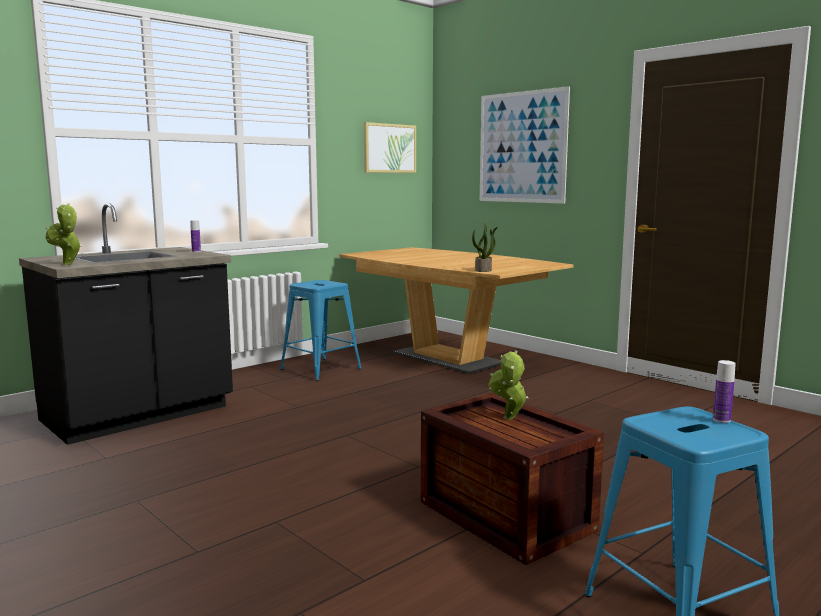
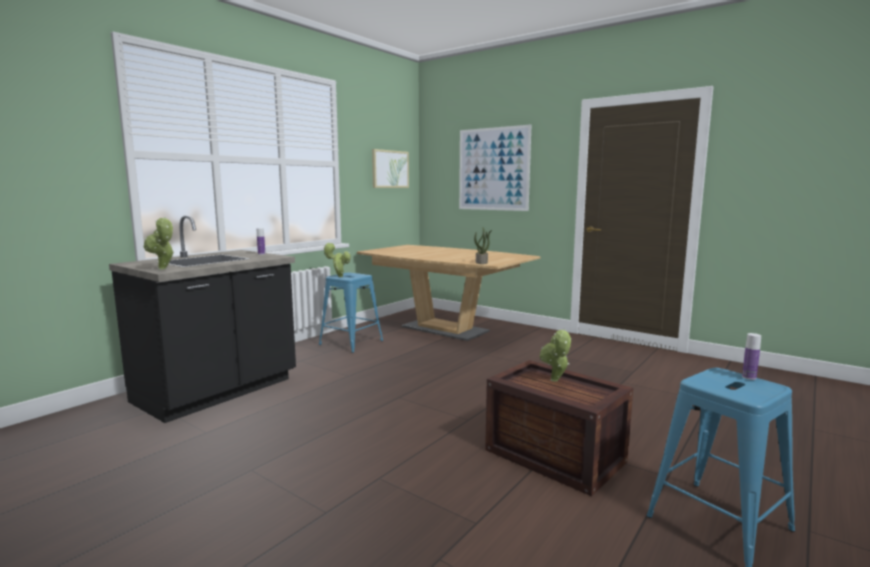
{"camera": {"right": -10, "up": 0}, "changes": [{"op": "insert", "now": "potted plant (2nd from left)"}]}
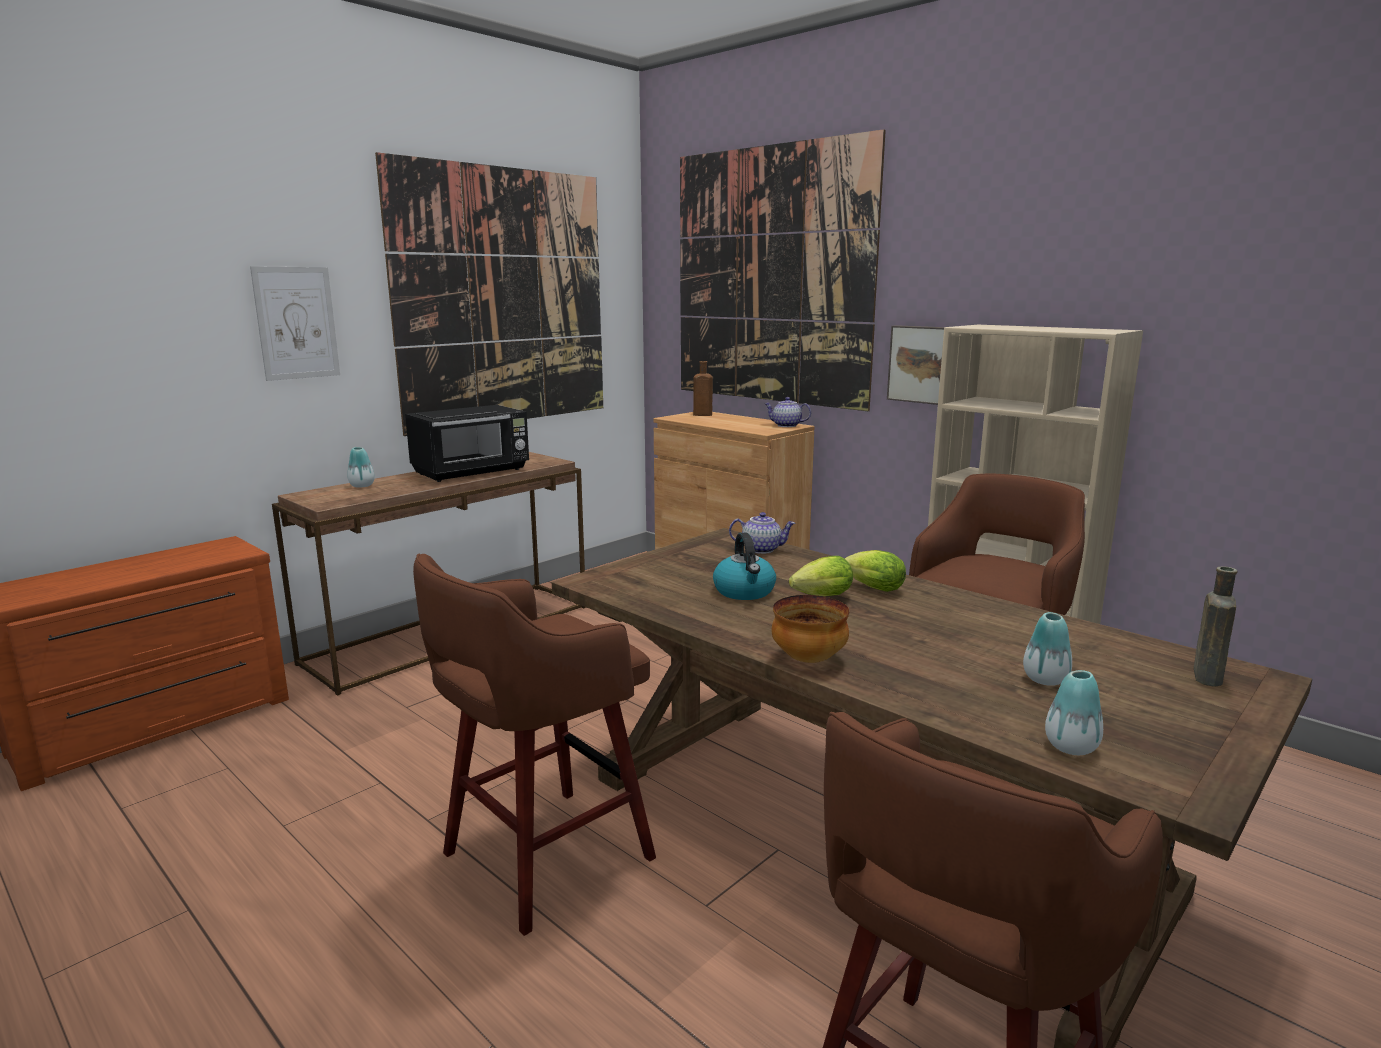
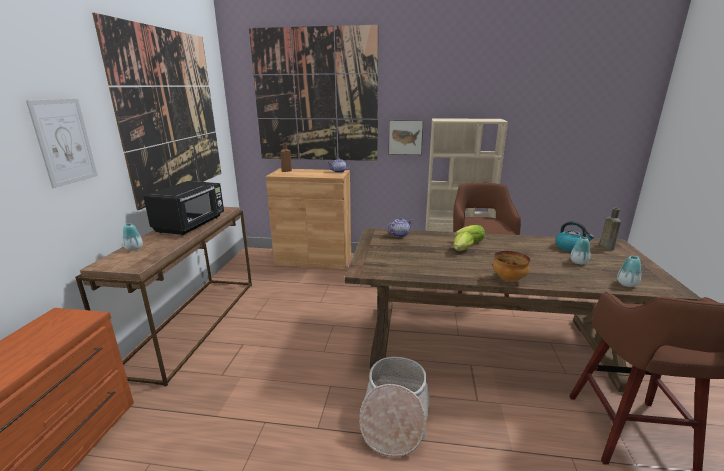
{"camera": {"right": -35, "up": 5}, "changes": [{"op": "move", "was": "water kettle"}, {"op": "replace", "was": "brownish stool seat (1st from left)", "now": "household basket"}]}
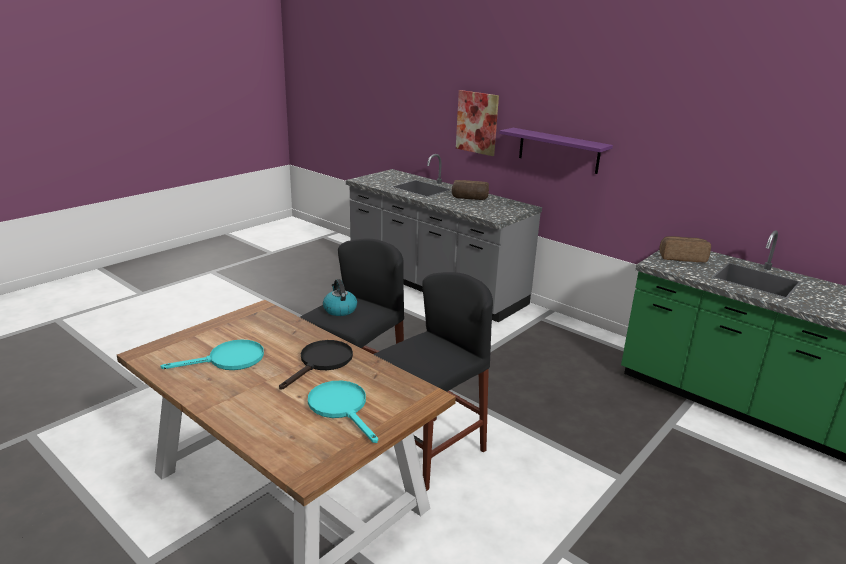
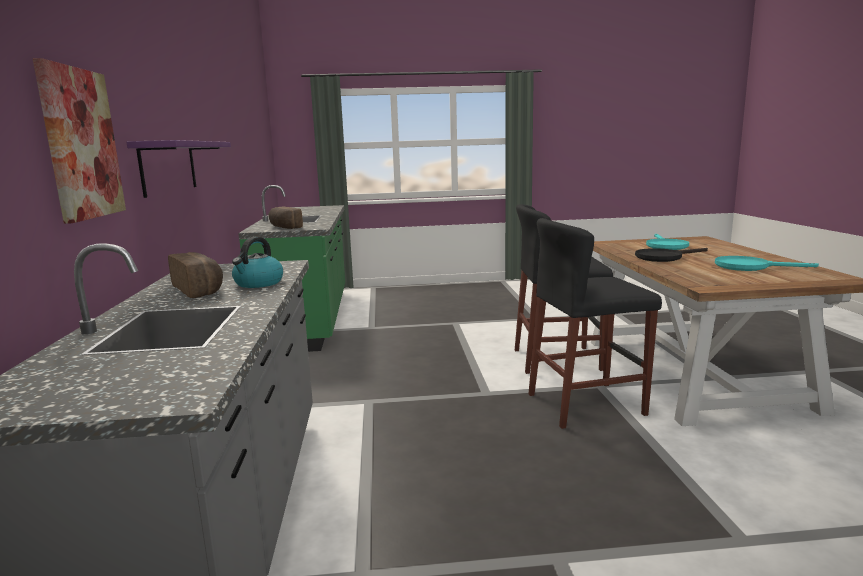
{"camera": {"right": -135, "up": -10}, "changes": [{"op": "move", "was": "water kettle"}]}
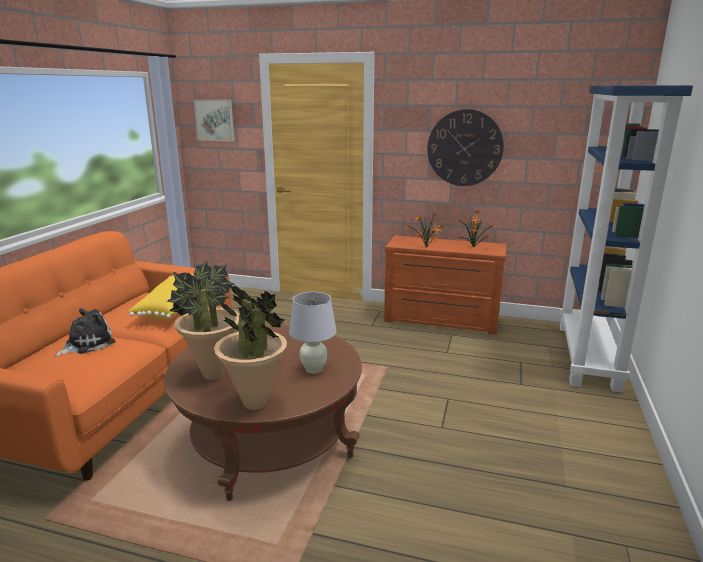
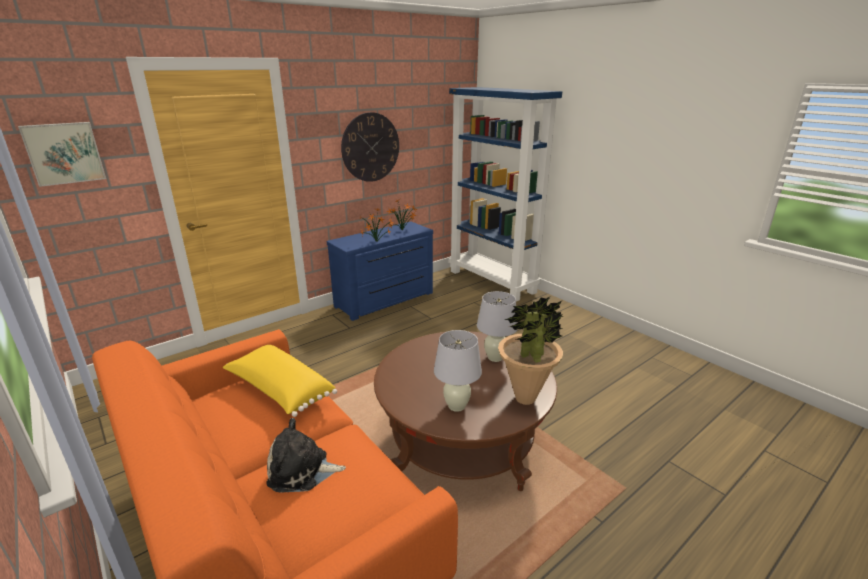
{"camera": {"right": -55, "up": 5}, "changes": [{"op": "recolor", "was": "brownish dresser", "now": "blue dresser"}, {"op": "replace", "was": "potted plant (1st from left)", "now": "white lamp for a table (1st from left)"}, {"op": "rotate", "was": "cuddly toy", "clockwise": -75}]}
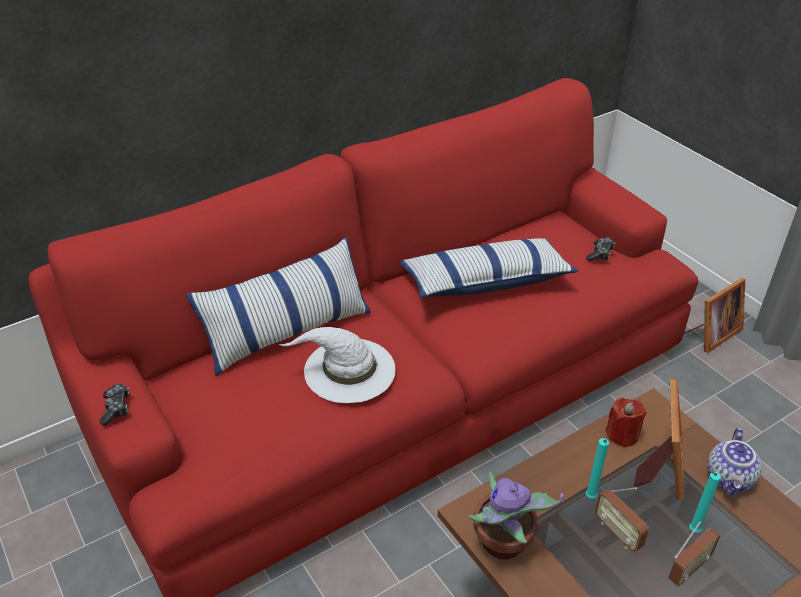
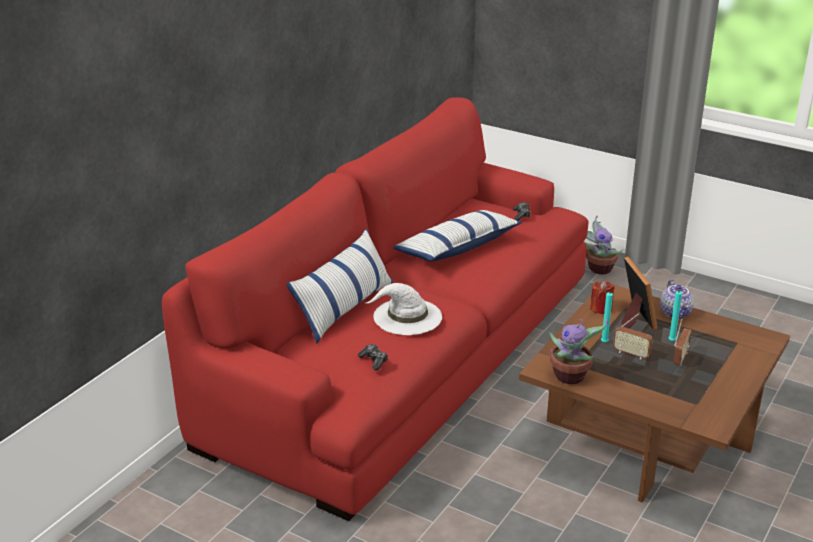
{"camera": {"right": -25, "up": -10}, "changes": [{"op": "replace", "was": "standing frame (2nd from left)", "now": "potted plant (2nd from left)"}, {"op": "move", "was": "joypad (1st from left)"}]}
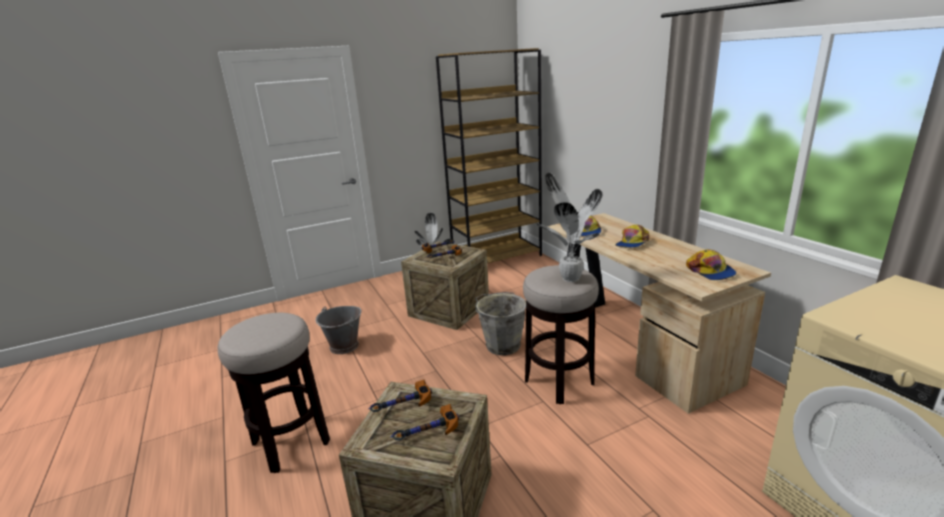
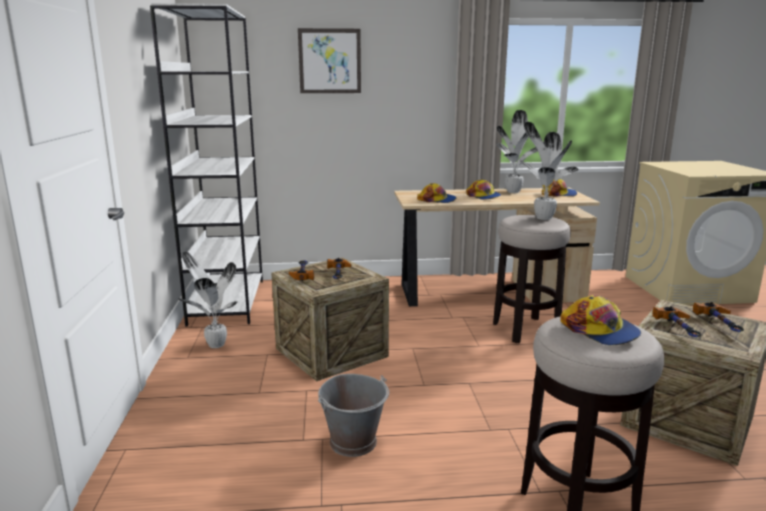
{"camera": {"right": -70, "up": -5}, "changes": [{"op": "recolor", "was": "brownish shelving unit", "now": "white shelving unit"}, {"op": "delete", "was": "grey pail (2nd from left)"}, {"op": "insert", "now": "wall art"}, {"op": "insert", "now": "potted plant (2nd from left)"}, {"op": "insert", "now": "cap (4th from left)"}]}
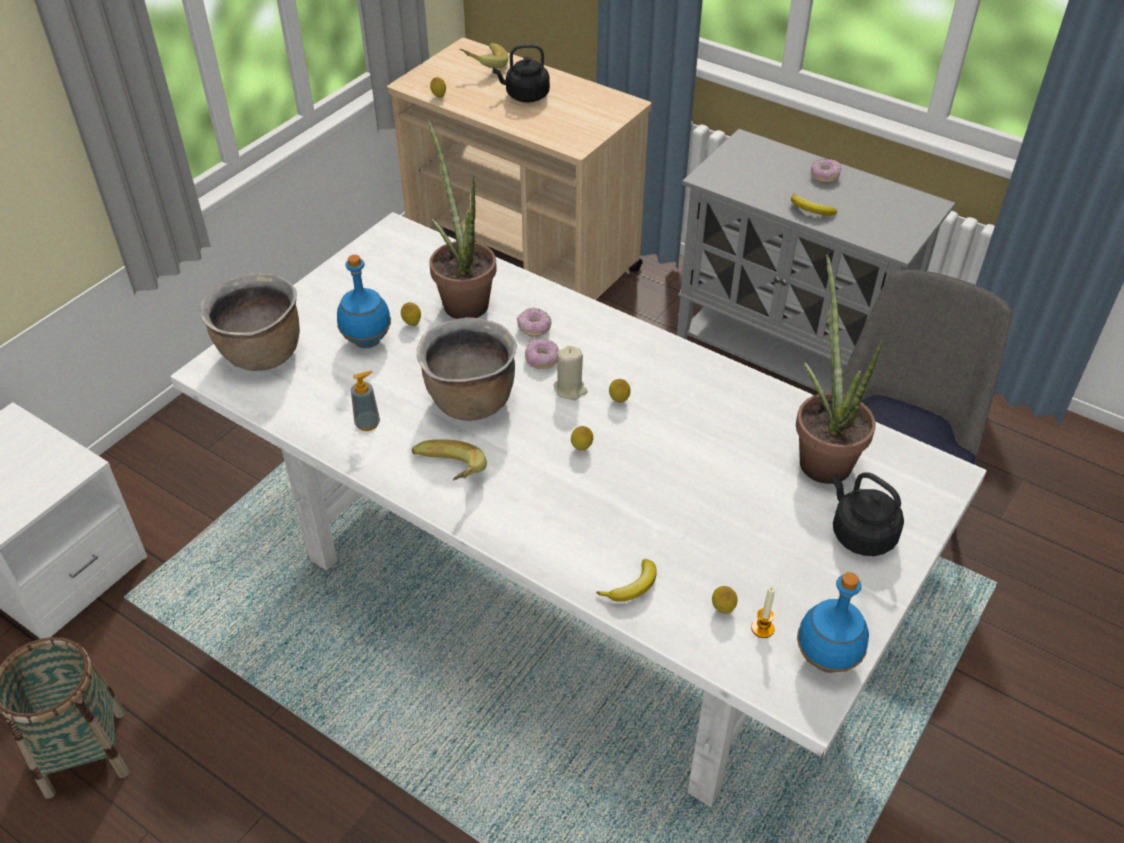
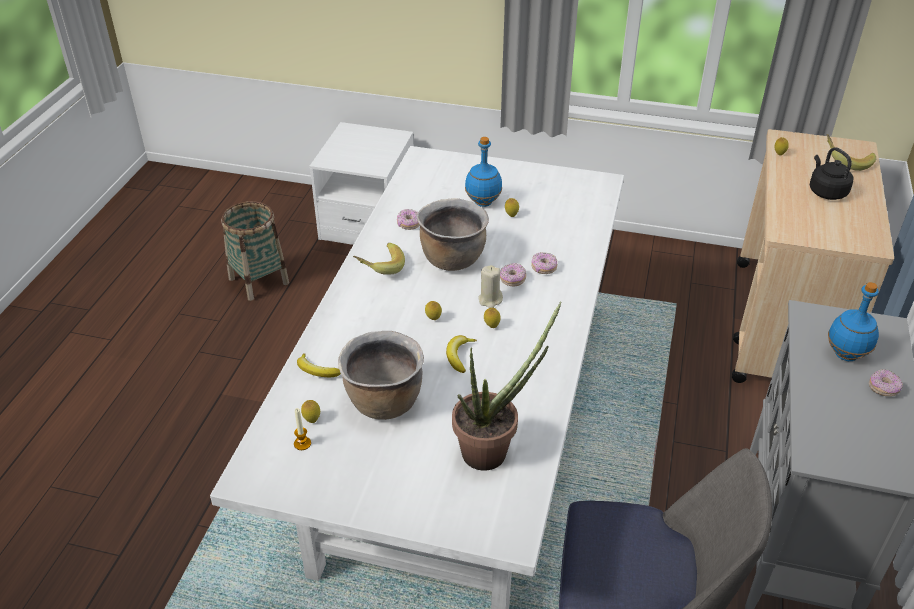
{"camera": {"right": 70, "up": -5}, "changes": [{"op": "delete", "was": "potted plant (1st from left)"}, {"op": "move", "was": "banana (4th from left in the first image)", "now": "banana (3rd from left)"}, {"op": "move", "was": "brownish stockpot (1st from left)"}, {"op": "replace", "was": "soap bottle", "now": "doughnut (1st from left)"}, {"op": "delete", "was": "black water kettle (2nd from left)"}, {"op": "move", "was": "blue bottle (2nd from left)"}]}
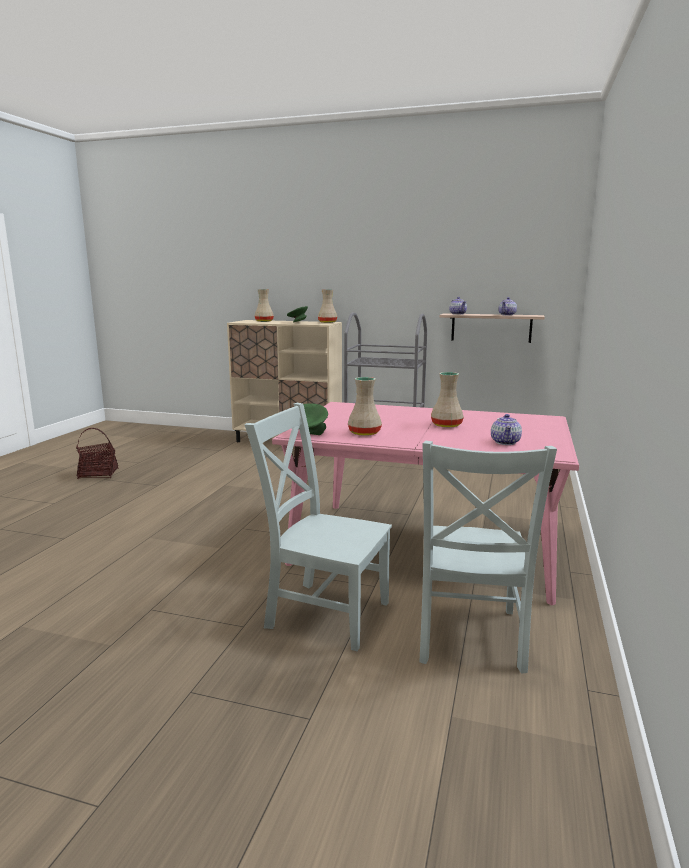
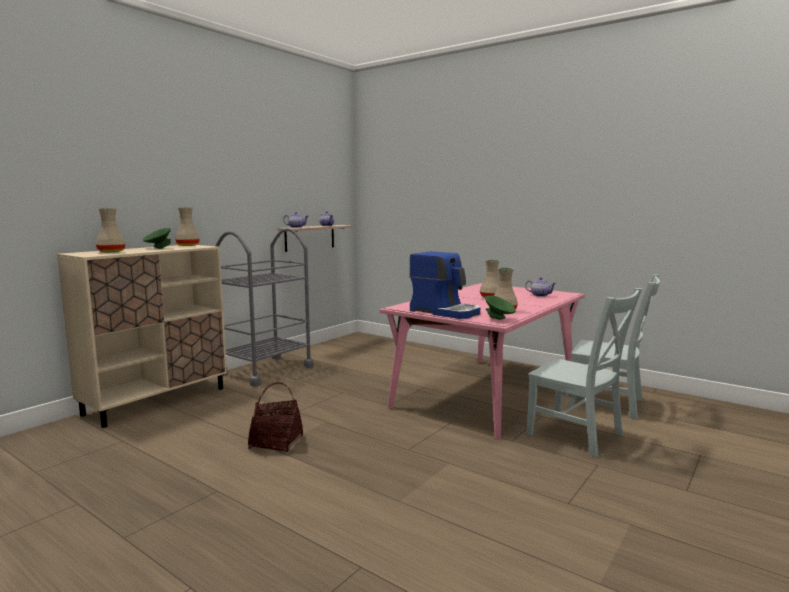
{"camera": {"right": -70, "up": -5}, "changes": [{"op": "rotate", "was": "grey plain chair (1st from left)", "clockwise": -90}, {"op": "move", "was": "household basket"}, {"op": "insert", "now": "coffee machine"}]}
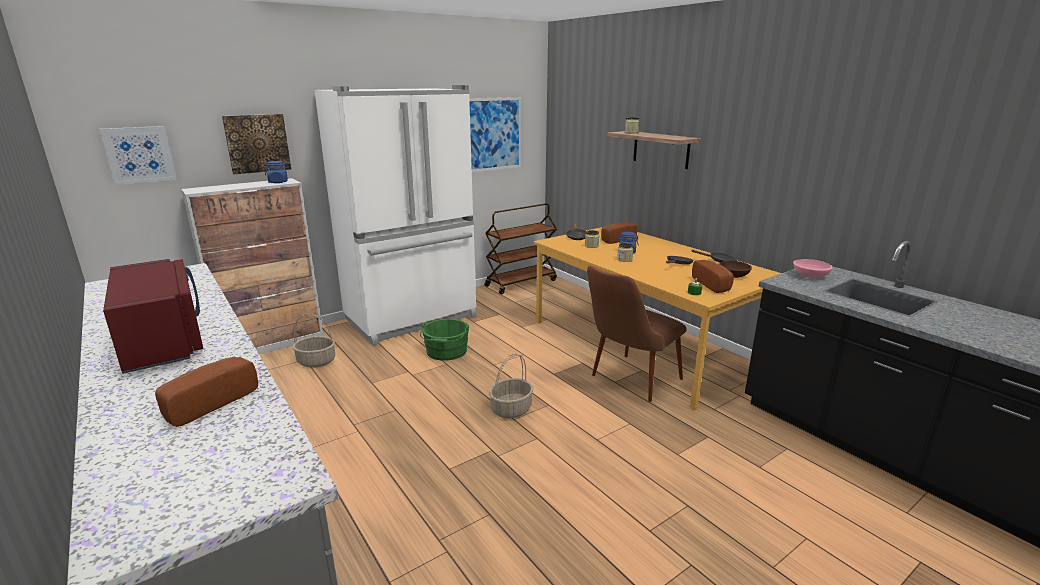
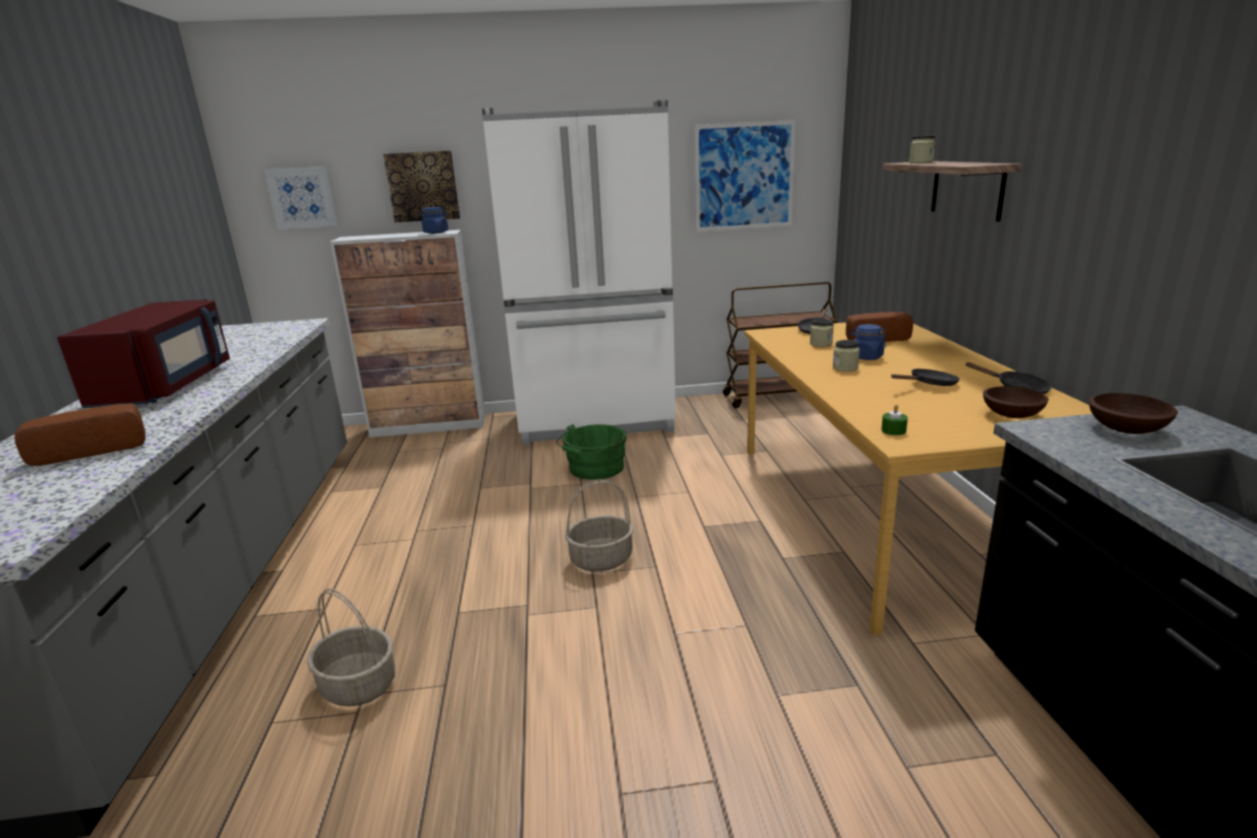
{"camera": {"right": 30, "up": 0}, "changes": [{"op": "recolor", "was": "pink bowl", "now": "brownish bowl (2nd from left)"}, {"op": "delete", "was": "baked bread (3rd from left)"}, {"op": "delete", "was": "brownish plain chair"}, {"op": "move", "was": "household basket (1st from left)"}]}
